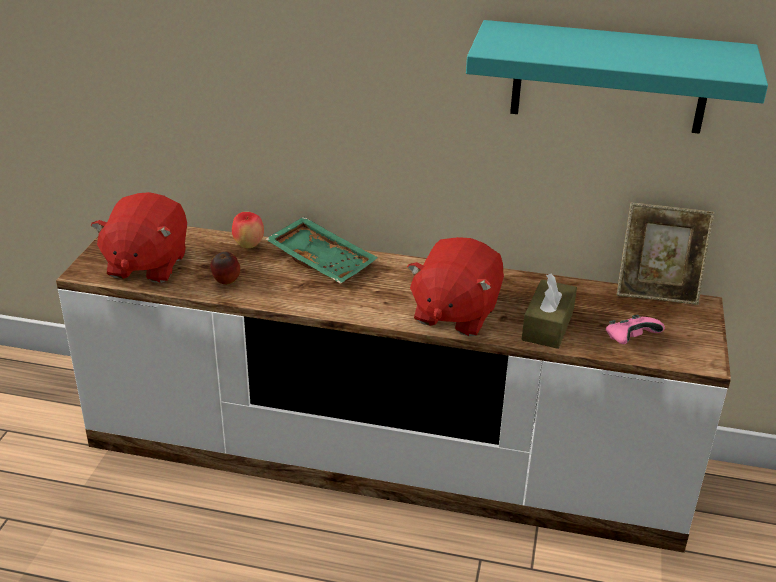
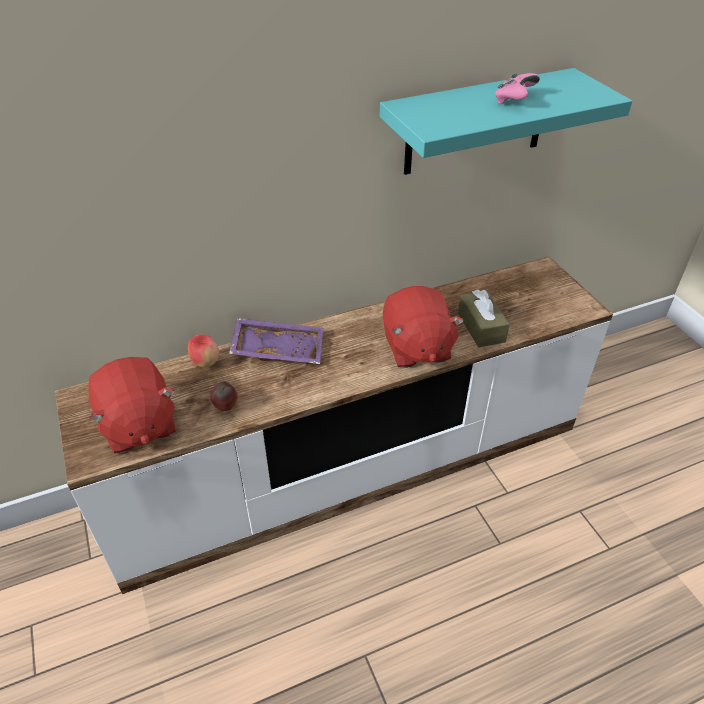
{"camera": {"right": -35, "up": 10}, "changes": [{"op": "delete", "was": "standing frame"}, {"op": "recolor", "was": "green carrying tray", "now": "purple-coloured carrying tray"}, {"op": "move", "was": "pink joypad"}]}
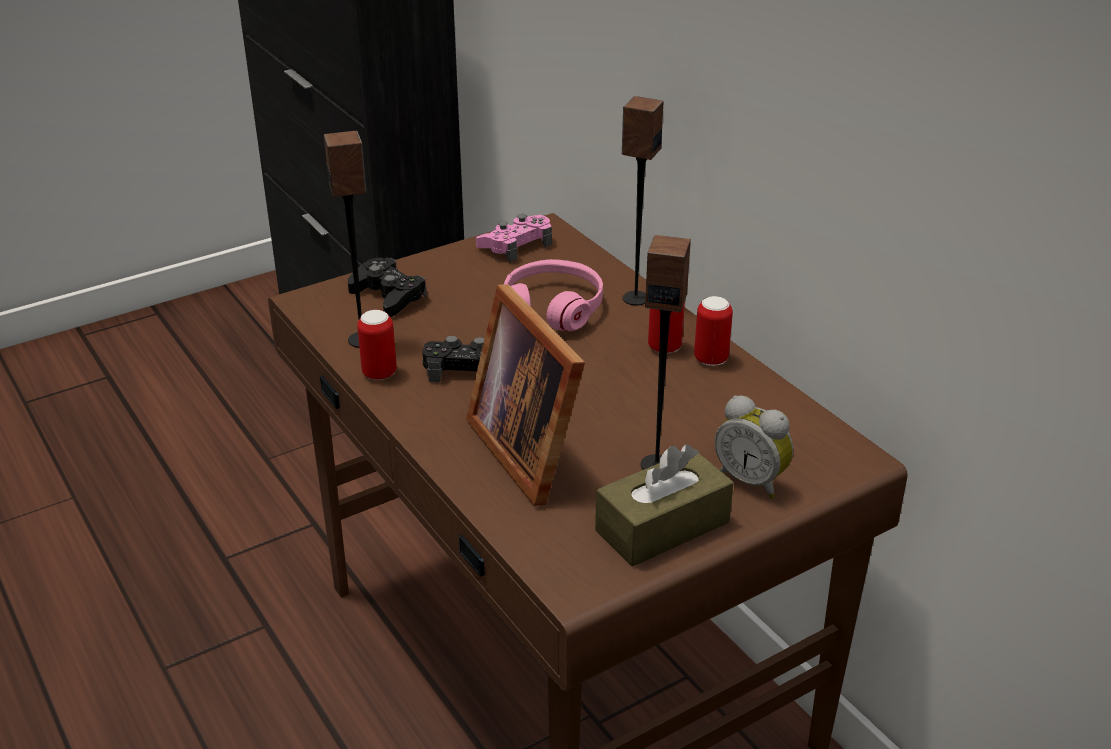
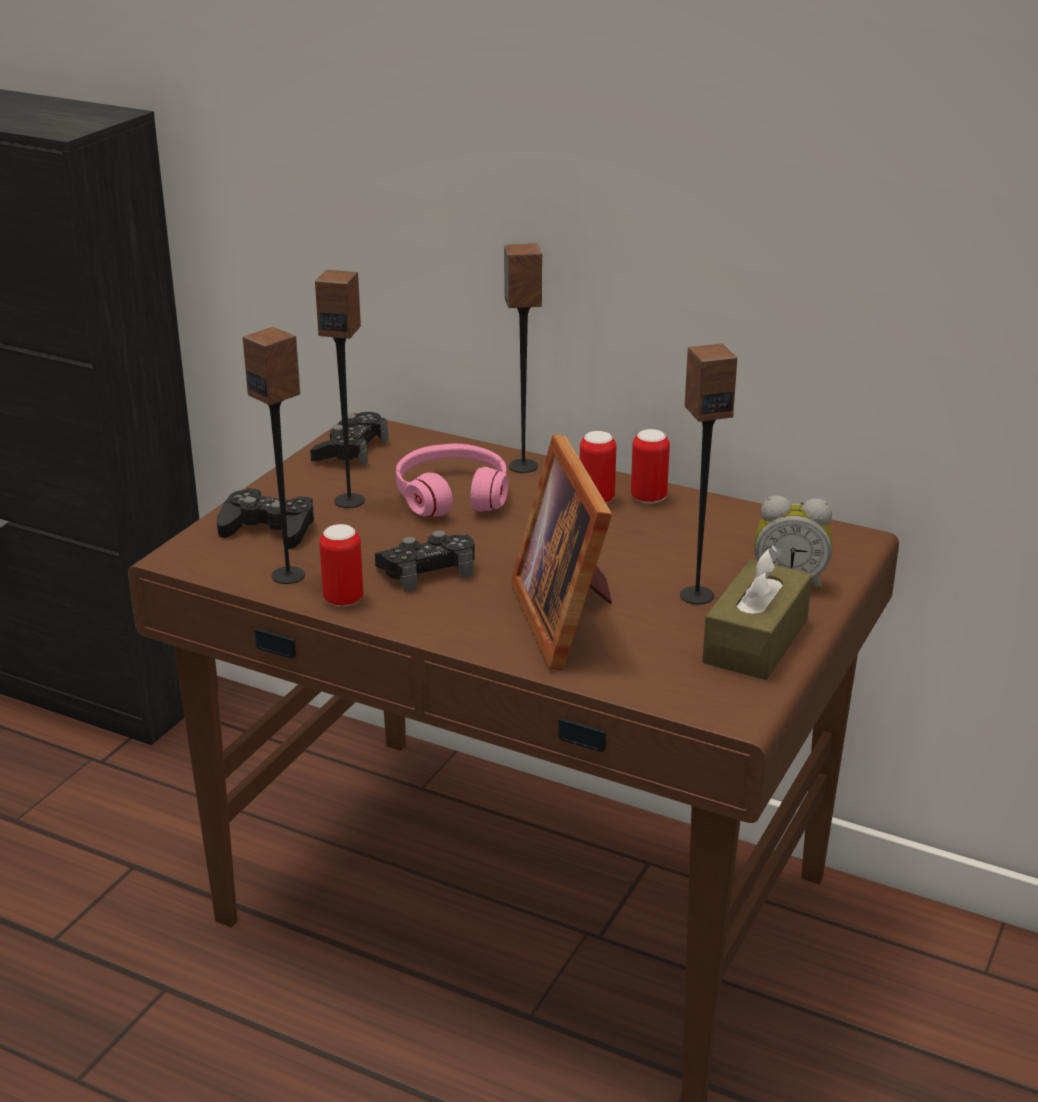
{"camera": {"right": -30, "up": -5}, "changes": [{"op": "recolor", "was": "pink joypad", "now": "black joypad (2nd from left)"}, {"op": "rotate", "was": "standing frame", "clockwise": 45}, {"op": "insert", "now": "loudspeaker (2nd from left)"}]}
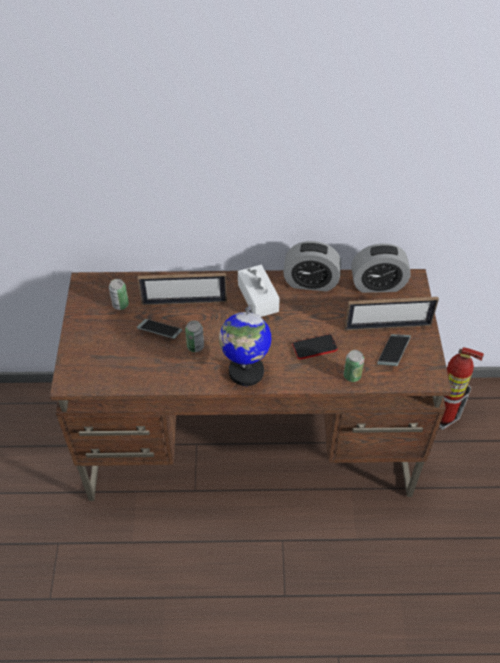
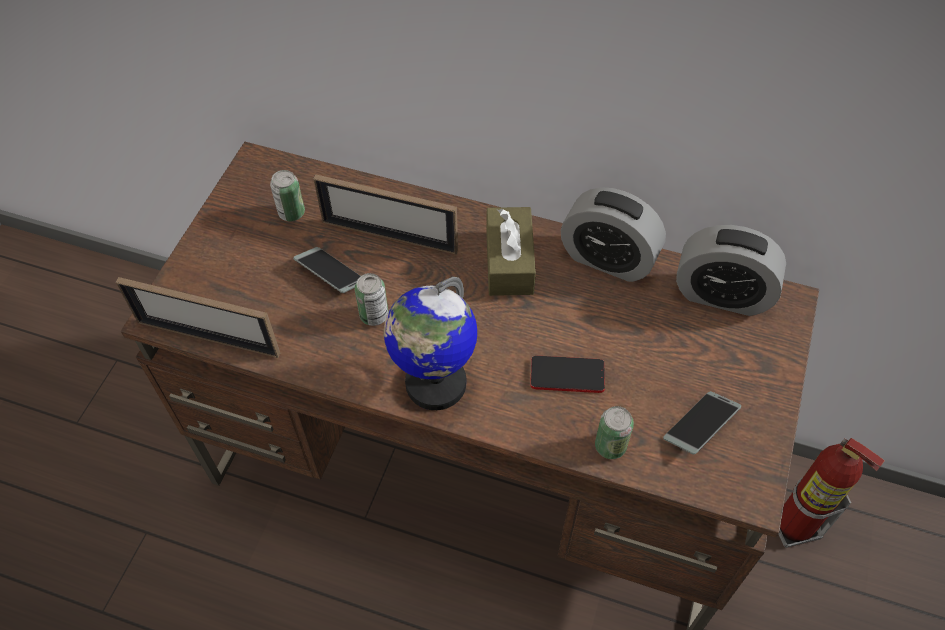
{"camera": {"right": 20, "up": 5}, "changes": [{"op": "recolor", "was": "white tissue box", "now": "brownish tissue box"}, {"op": "move", "was": "standing frame (2nd from left in the first image)", "now": "standing frame (1st from left)"}]}
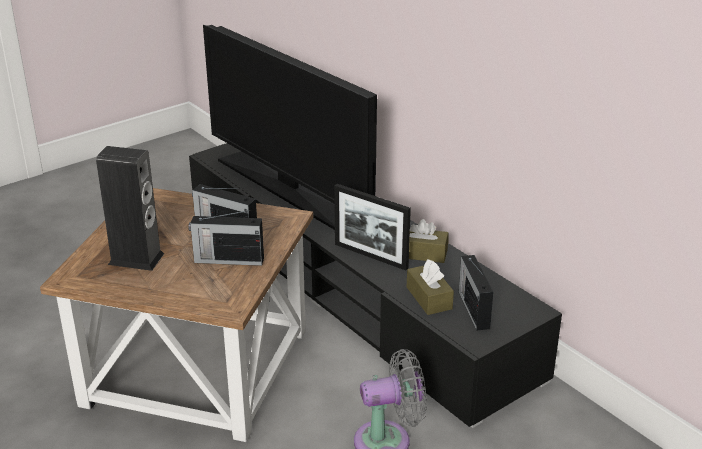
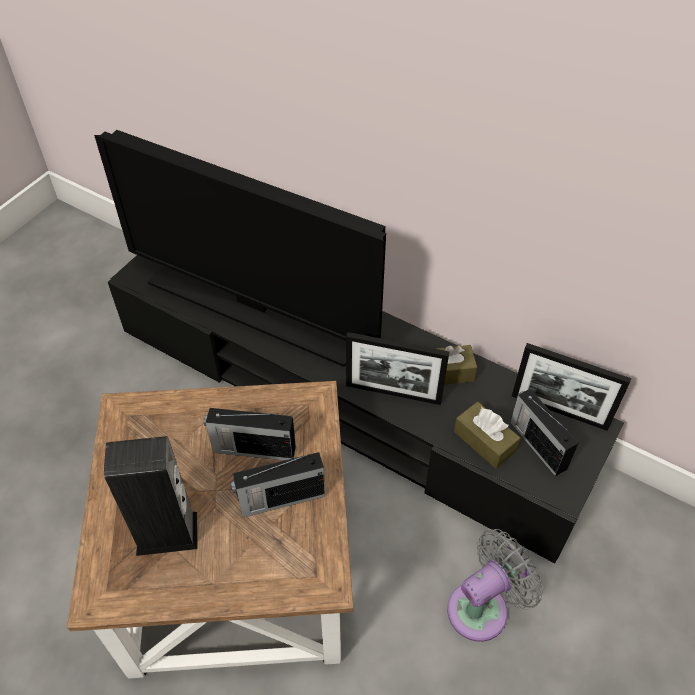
{"camera": {"right": -20, "up": 20}, "changes": [{"op": "insert", "now": "standing frame (2nd from left)"}]}
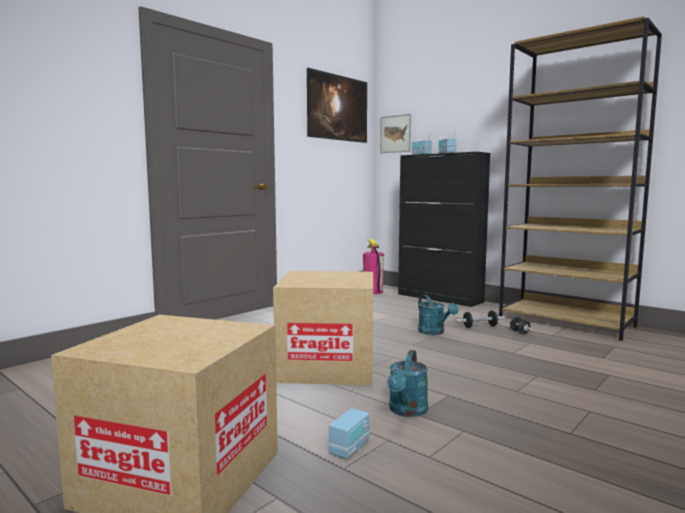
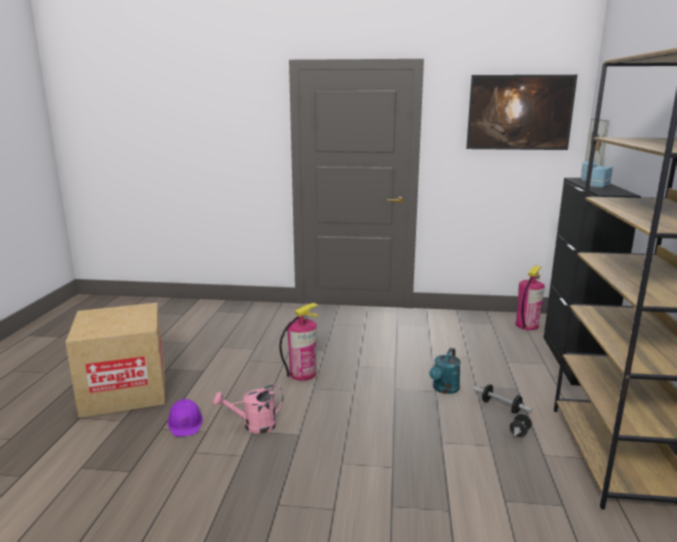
{"camera": {"right": 55, "up": 10}, "changes": [{"op": "replace", "was": "cardboard box (2nd from left)", "now": "fire-fighting cylinder (1st from left)"}, {"op": "recolor", "was": "turquoise-coloured watering can (1st from left)", "now": "pink watering can"}, {"op": "replace", "was": "radio set (1st from left)", "now": "purple-coloured work helmet"}]}
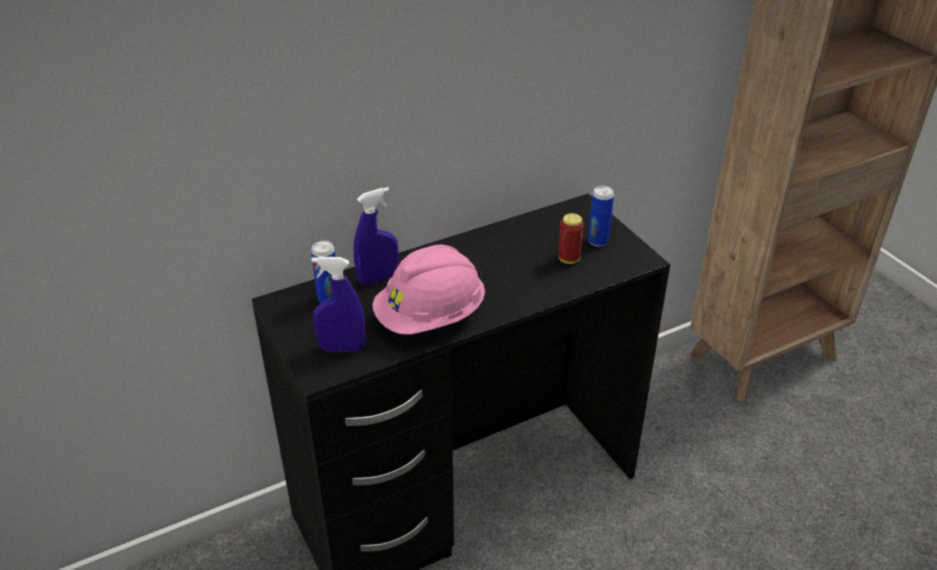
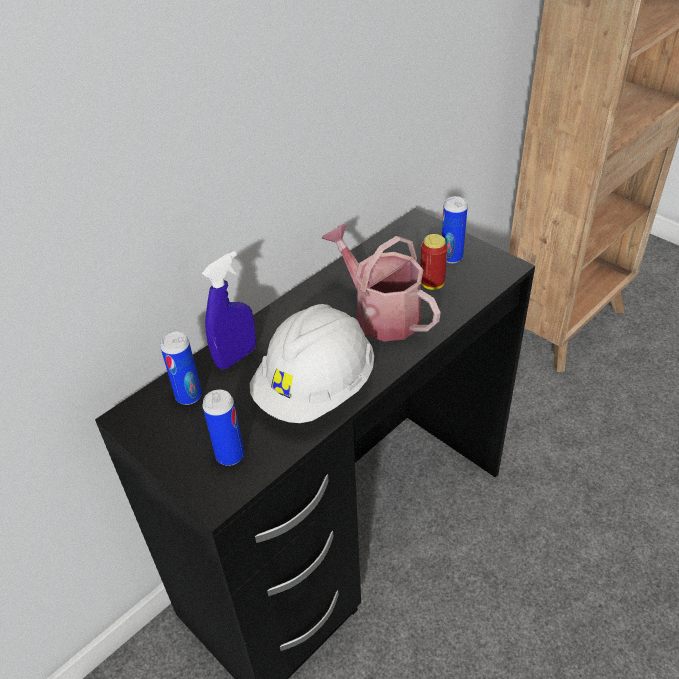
{"camera": {"right": -15, "up": 5}, "changes": [{"op": "recolor", "was": "pink work helmet", "now": "white work helmet"}, {"op": "replace", "was": "blue hand sprayer (1st from left)", "now": "metal can (2nd from left)"}, {"op": "insert", "now": "watering can"}]}
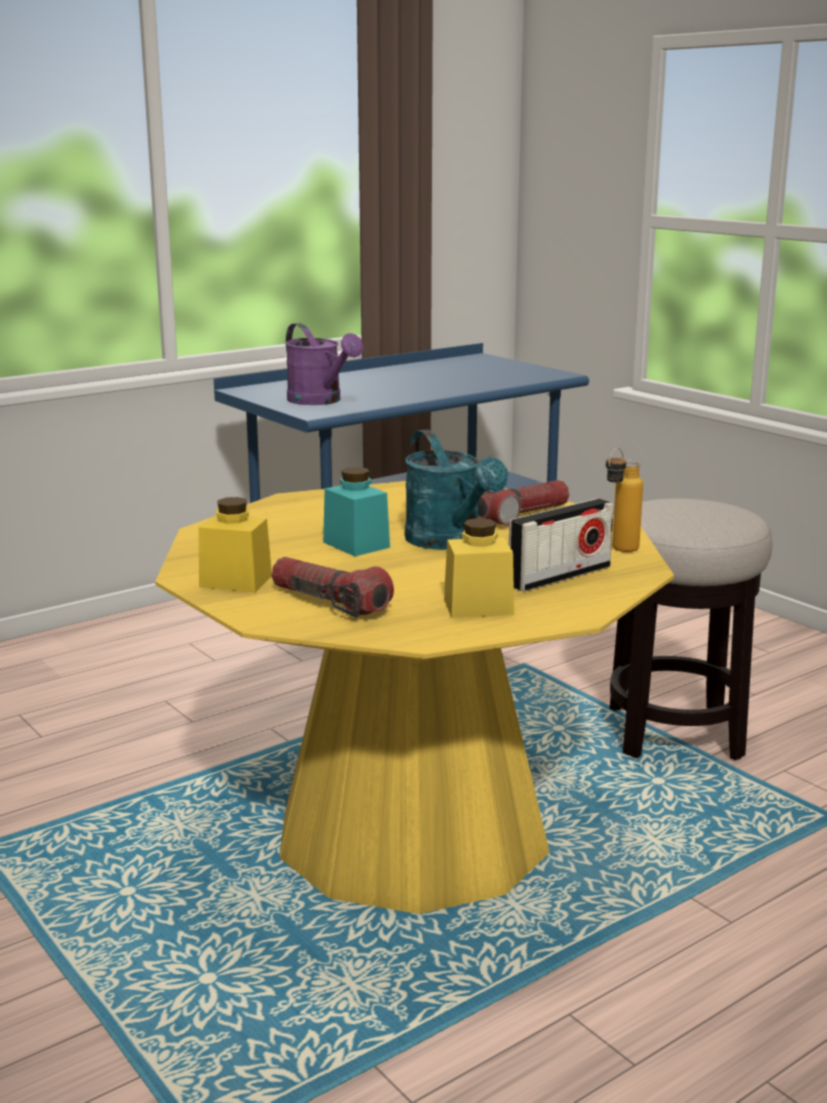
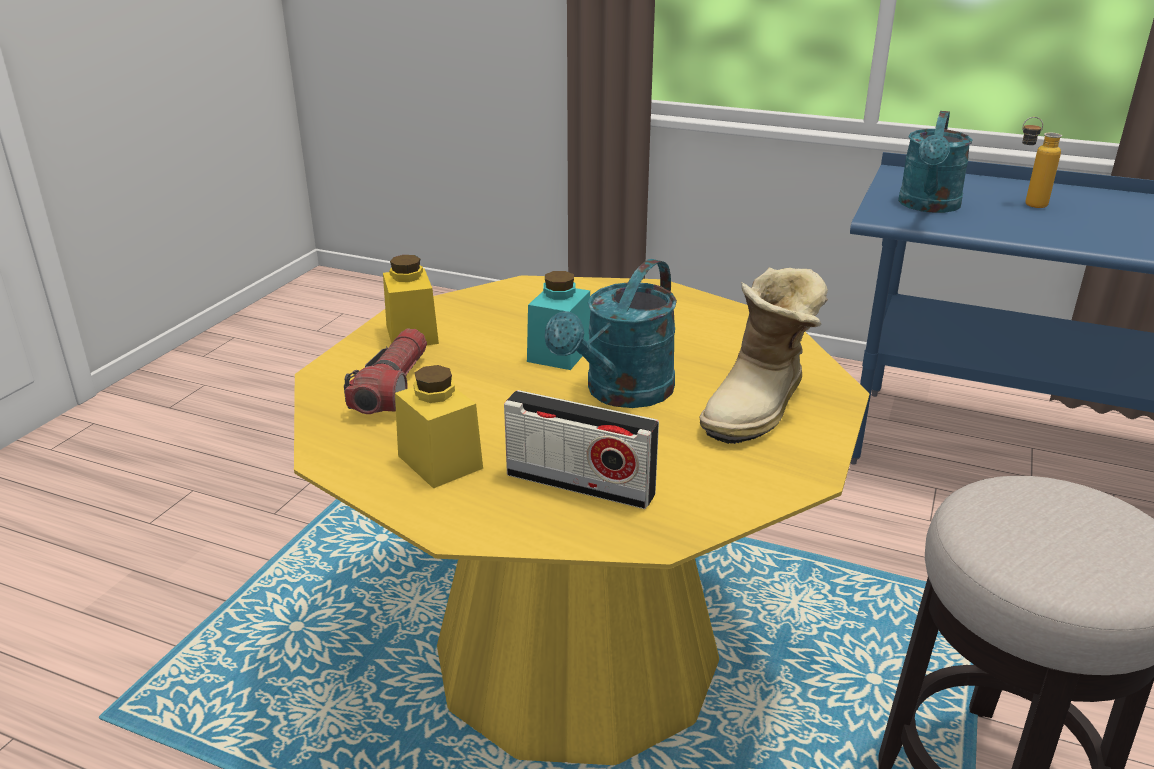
{"camera": {"right": 60, "up": 10}, "changes": [{"op": "recolor", "was": "purple-coloured watering can", "now": "turquoise-coloured watering can (2nd from left)"}, {"op": "move", "was": "bottle"}, {"op": "replace", "was": "flashlight (2nd from left)", "now": "tall boot"}]}
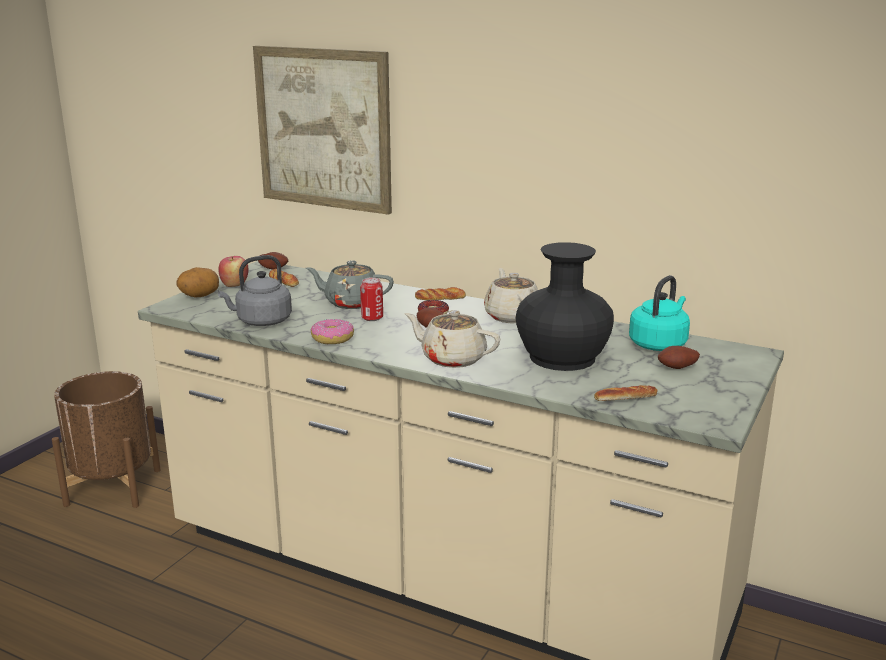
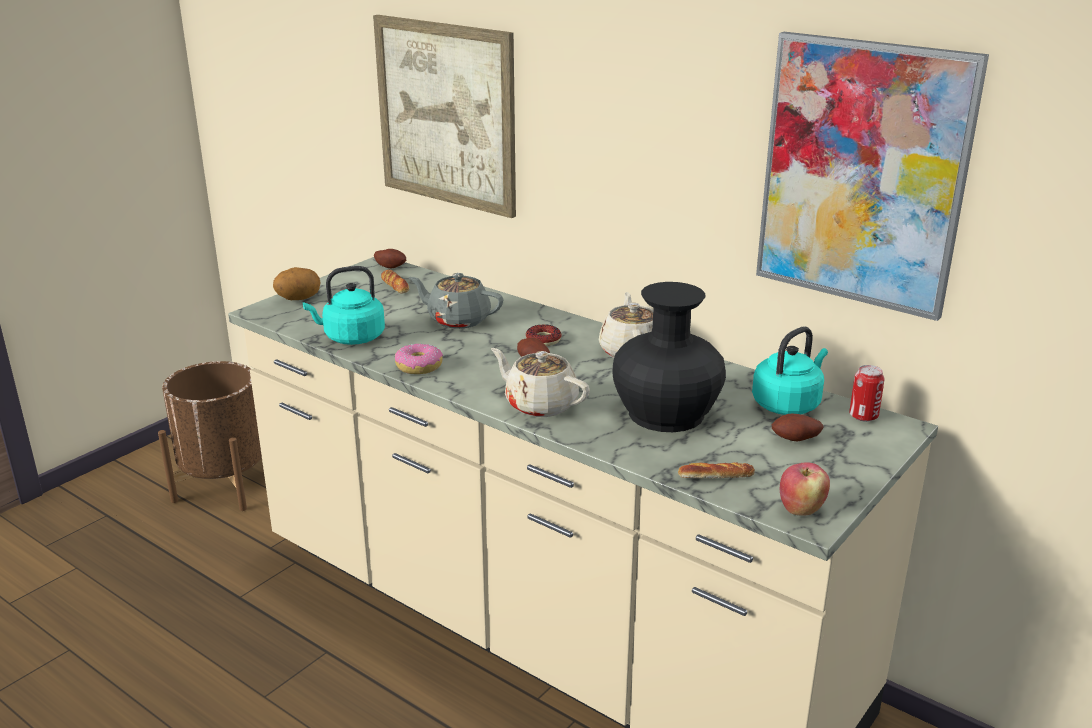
{"camera": {"right": 10, "up": 5}, "changes": [{"op": "recolor", "was": "grey water kettle", "now": "turquoise-coloured water kettle (1st from left)"}, {"op": "move", "was": "whole apple"}, {"op": "move", "was": "metal can"}, {"op": "delete", "was": "baked bread (2nd from left)"}, {"op": "insert", "now": "wall art (2nd from left)"}]}
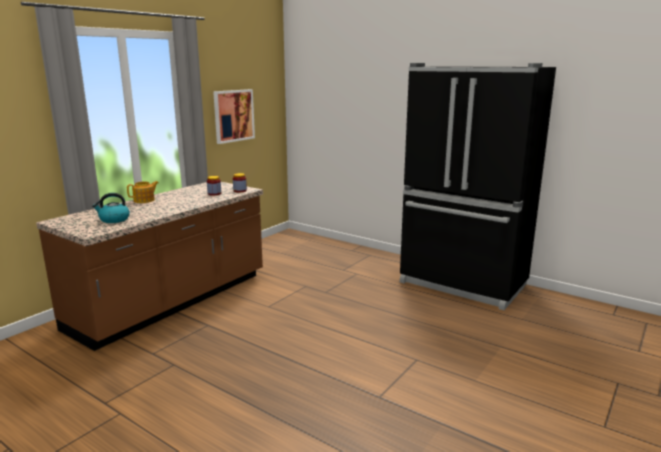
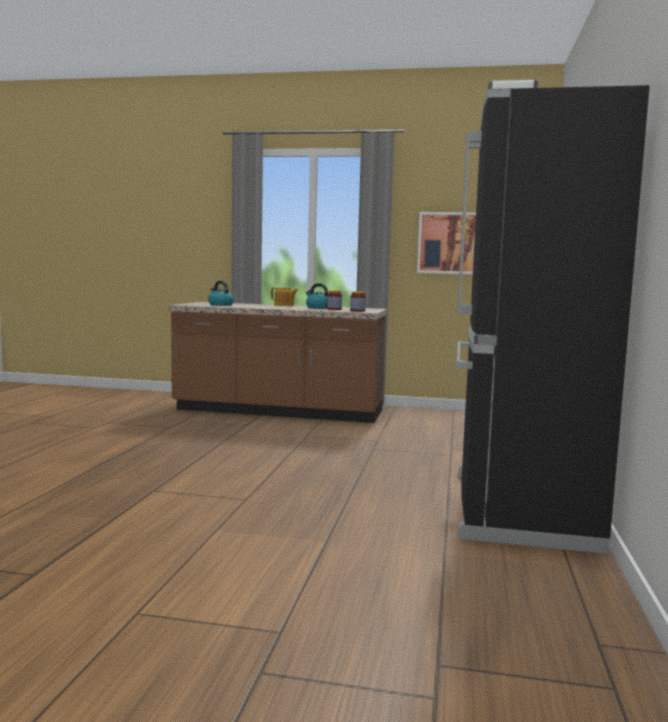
{"camera": {"right": 65, "up": -10}, "changes": [{"op": "insert", "now": "water kettle (2nd from left)"}]}
